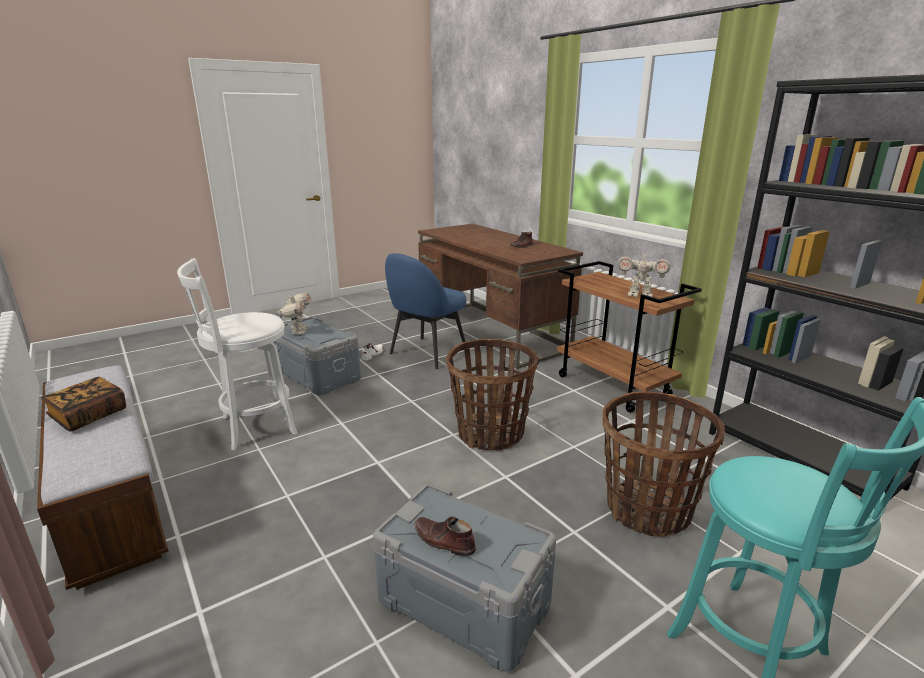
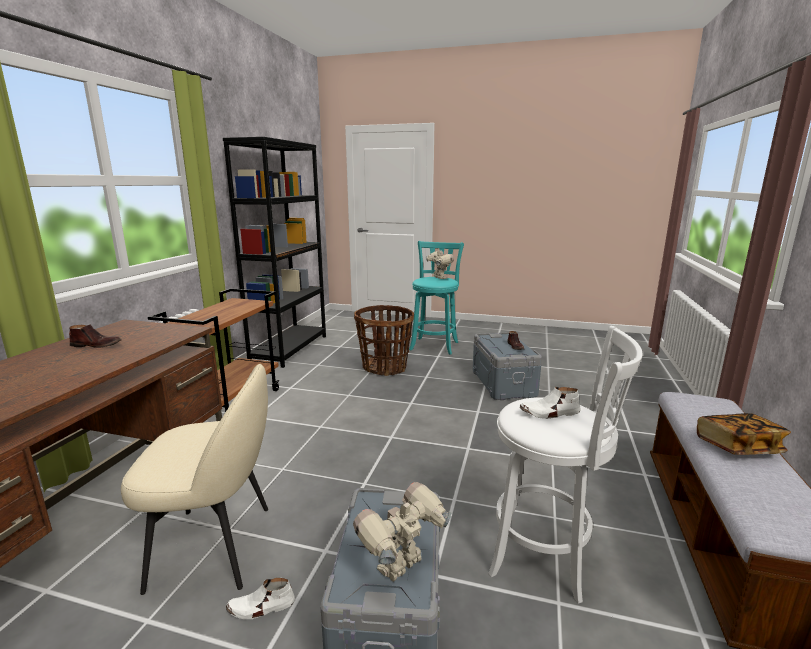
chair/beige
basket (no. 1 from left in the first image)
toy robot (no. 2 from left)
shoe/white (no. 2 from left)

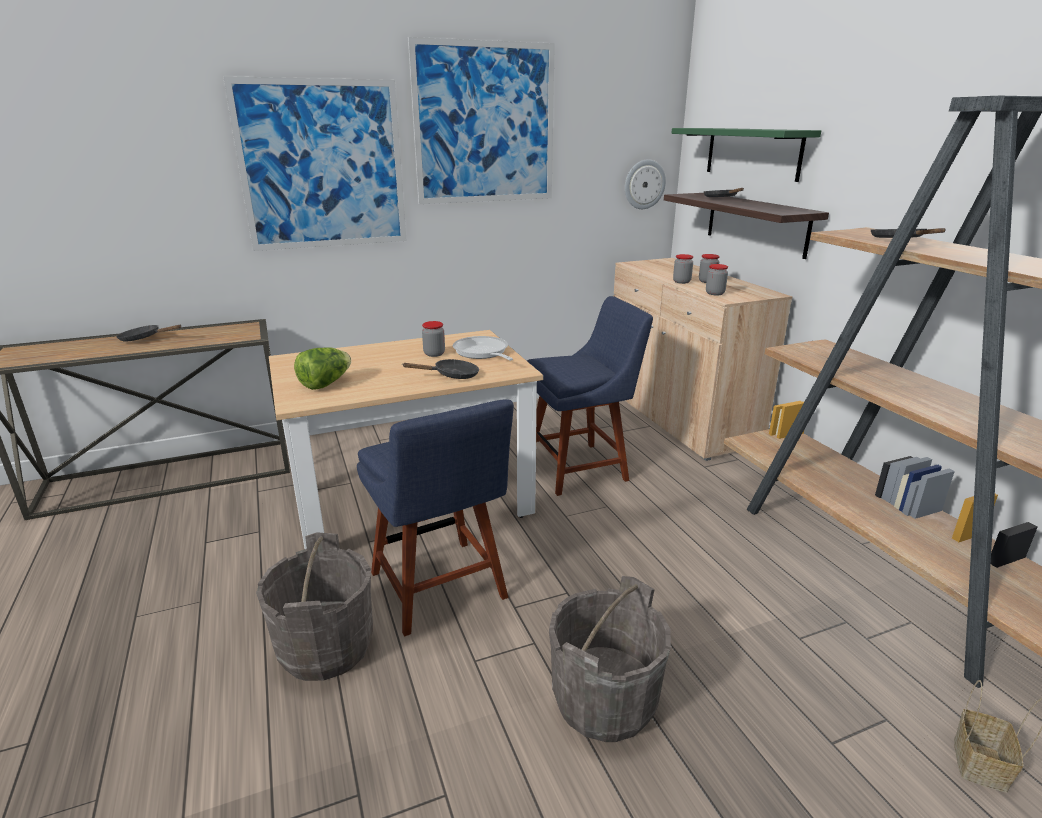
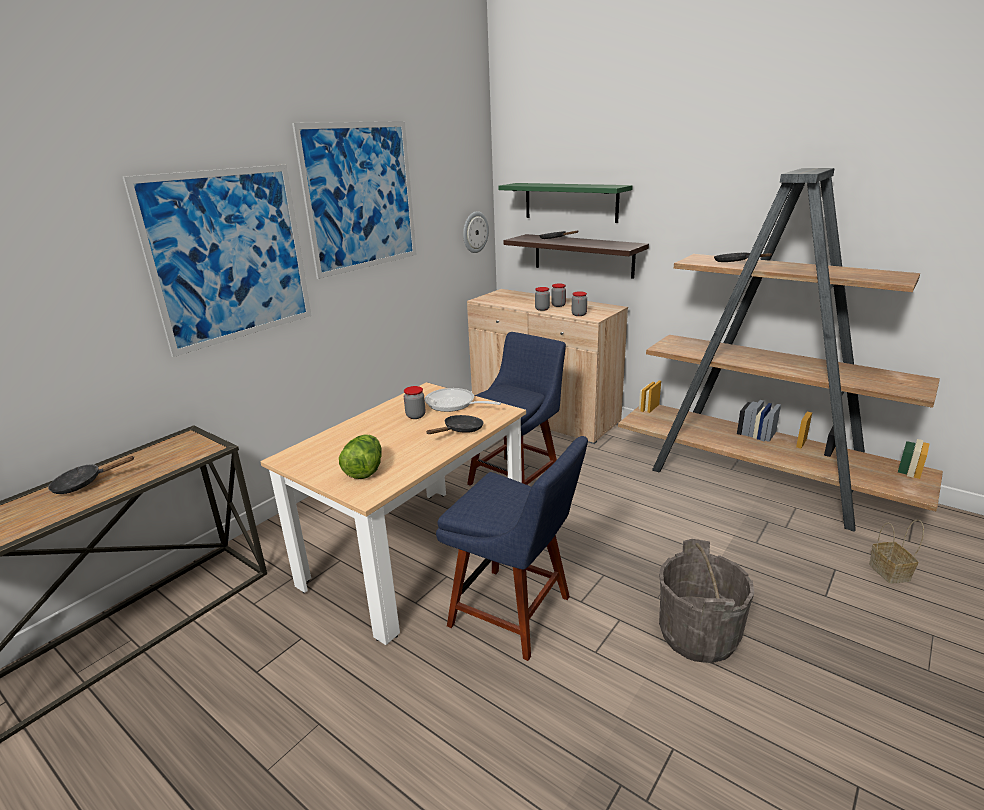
bucket/grey (no. 1 from left in the first image)

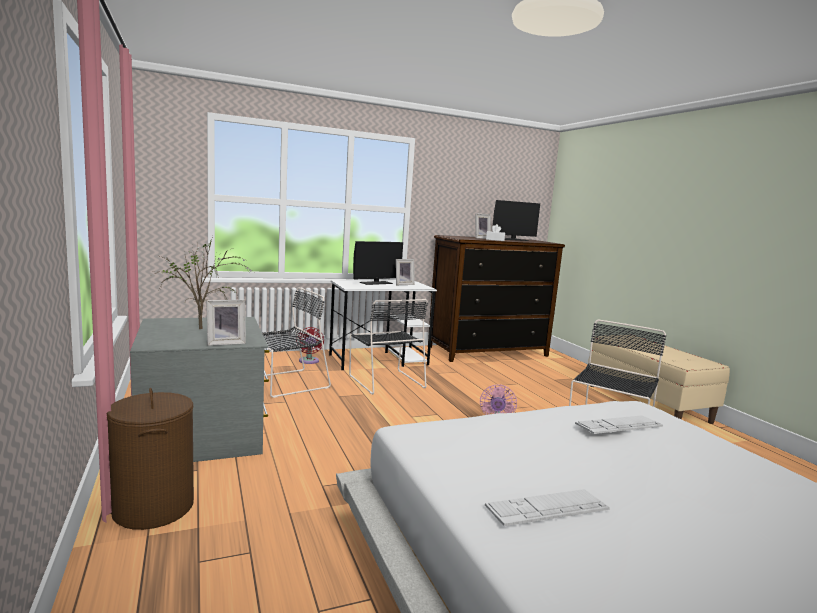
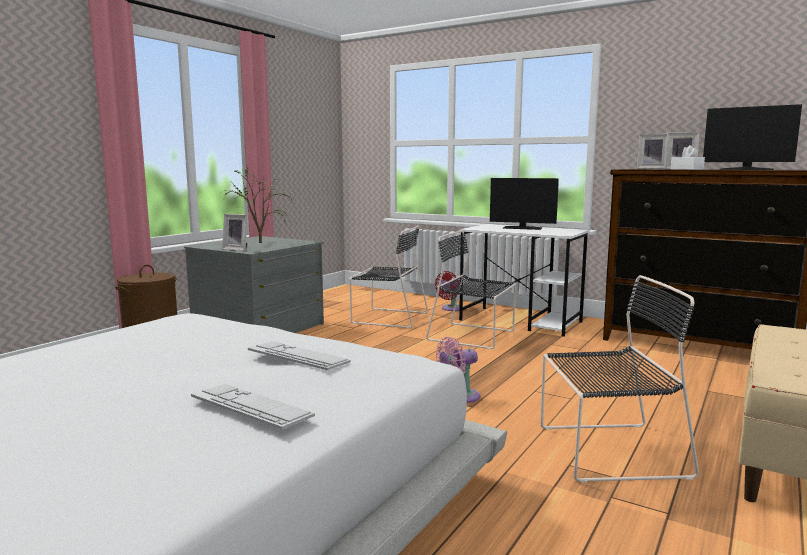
chair/black (no. 2 from left)
picture frame (no. 2 from left)
keyboard (no. 1 from left)

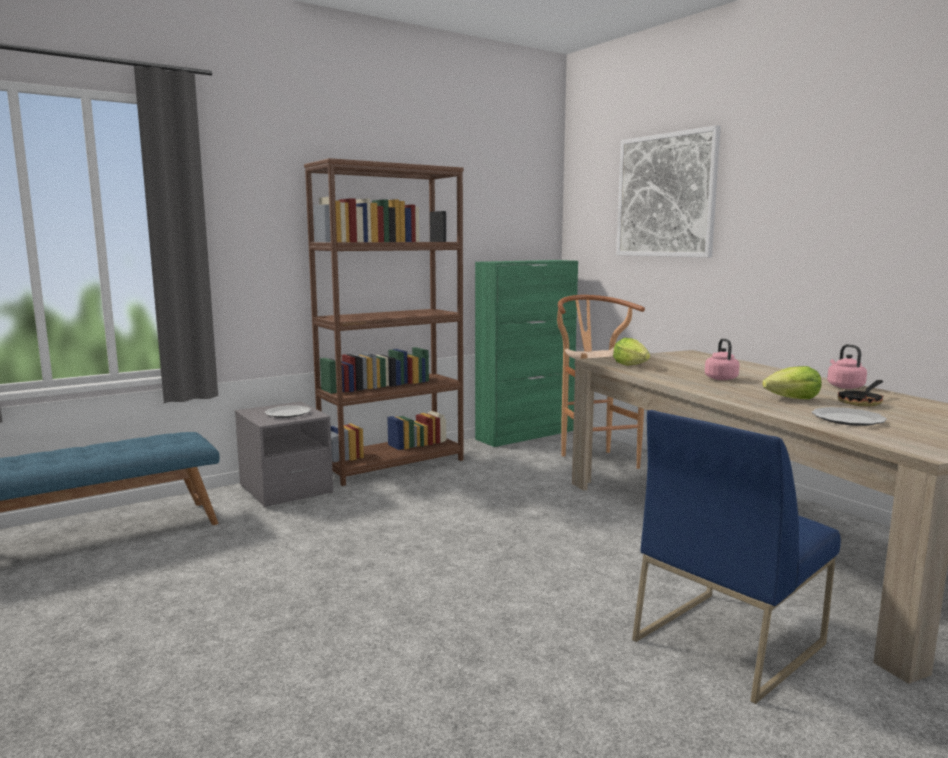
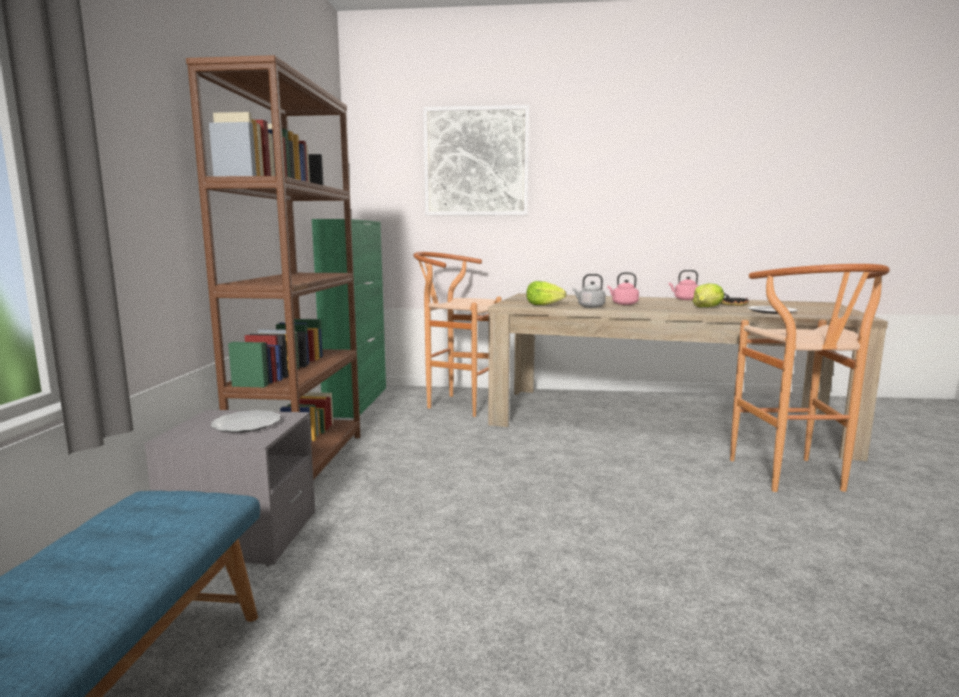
stool/brown (no. 2 from left)
kettle/grey

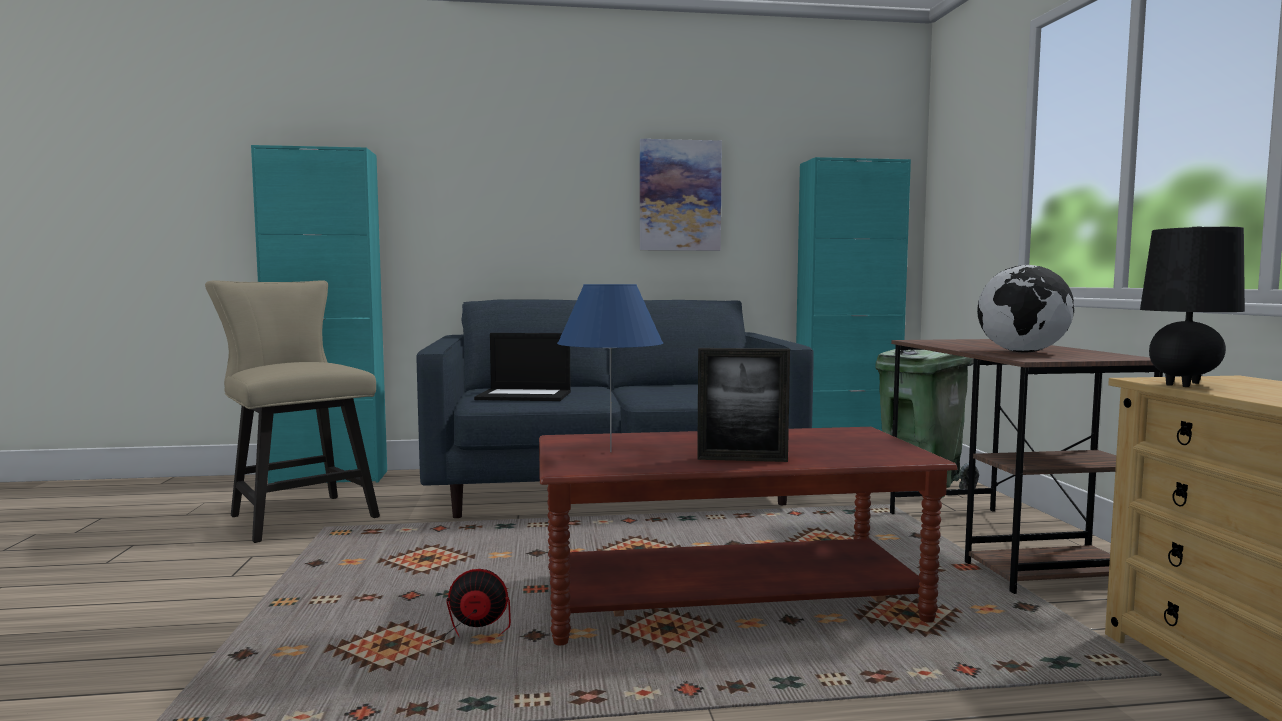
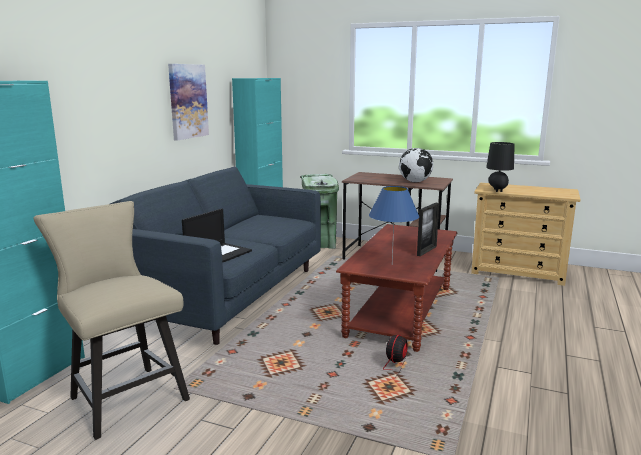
chair/beige

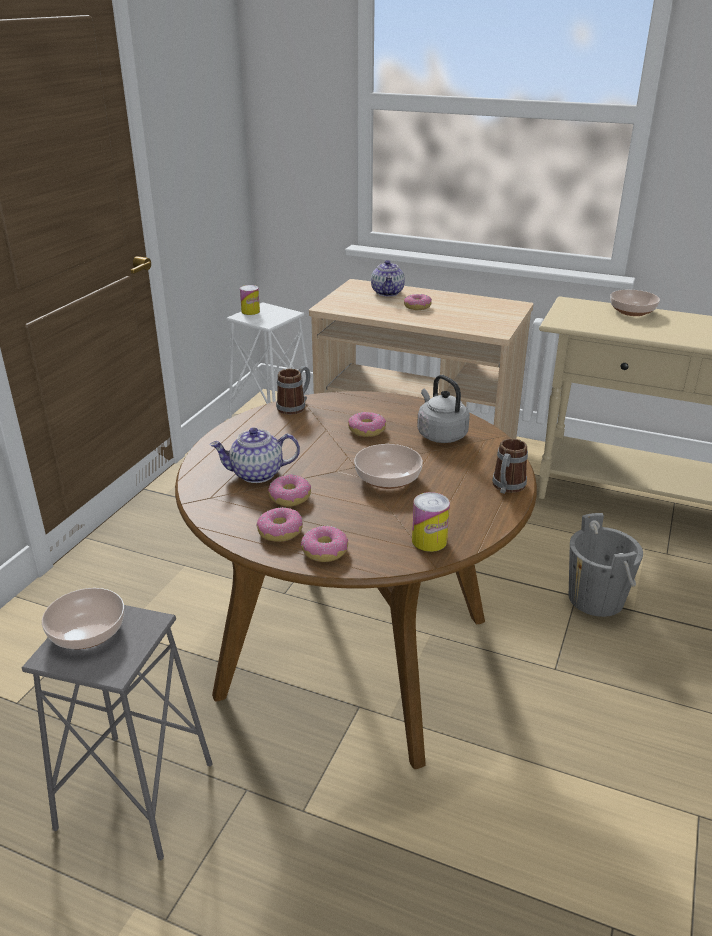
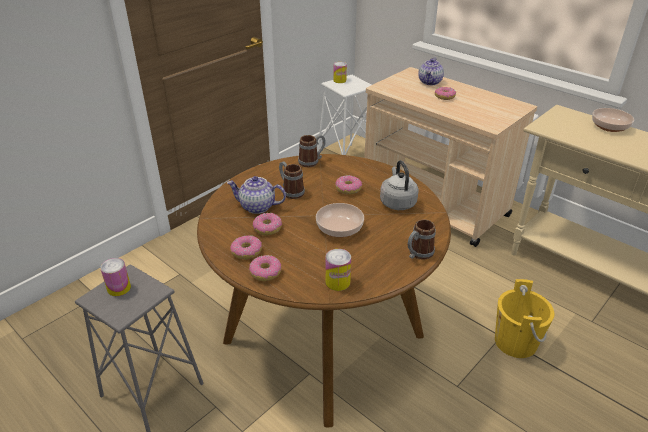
can (no. 1 from left)
bucket/yellow
mug (no. 1 from left)

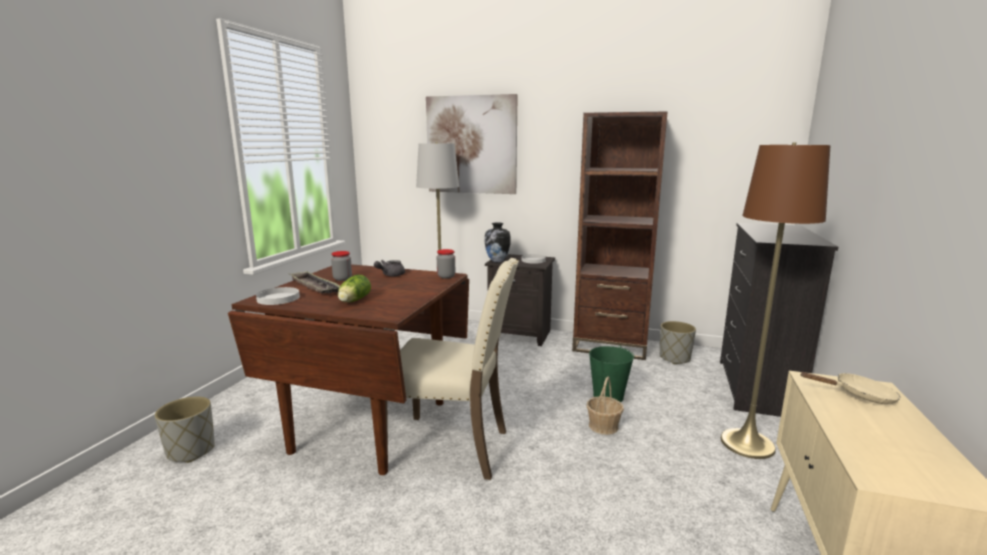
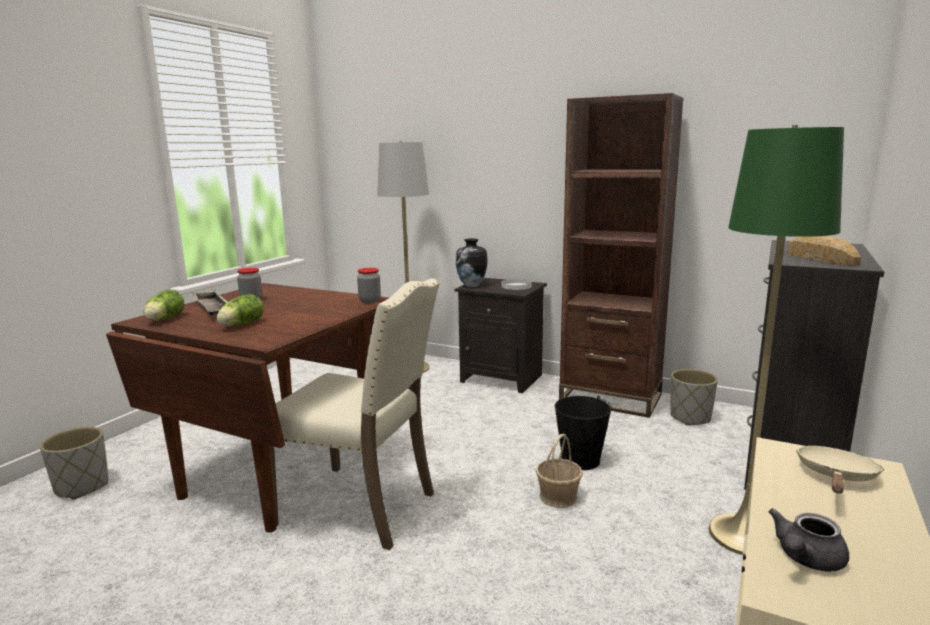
lettuce (no. 1 from left)
teapot/grey
picture
bucket/black
floor lamp/green
frying pan/beige
bread

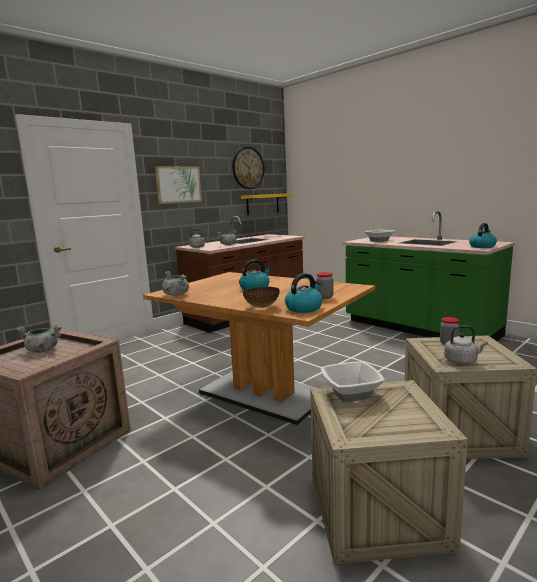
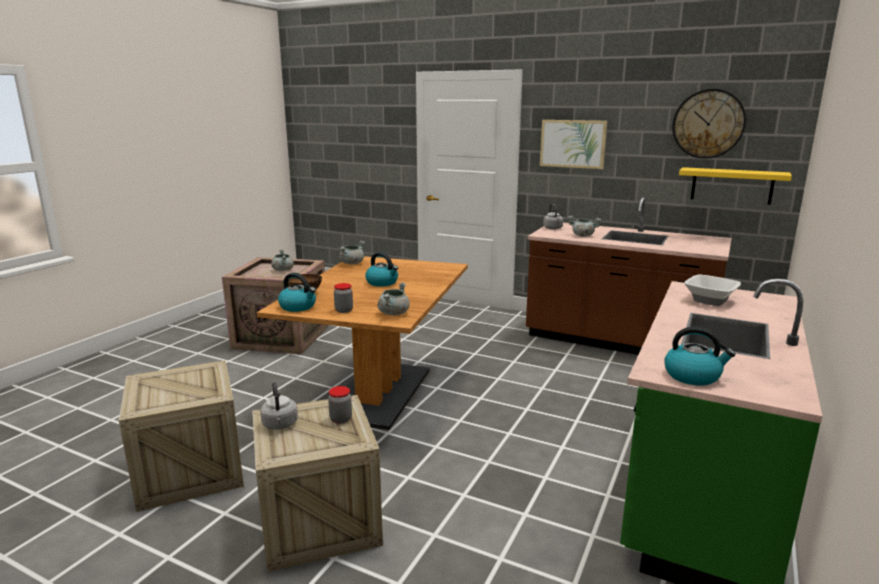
bowl (no. 2 from left in the first image)
cooking pot/grey (no. 3 from left)

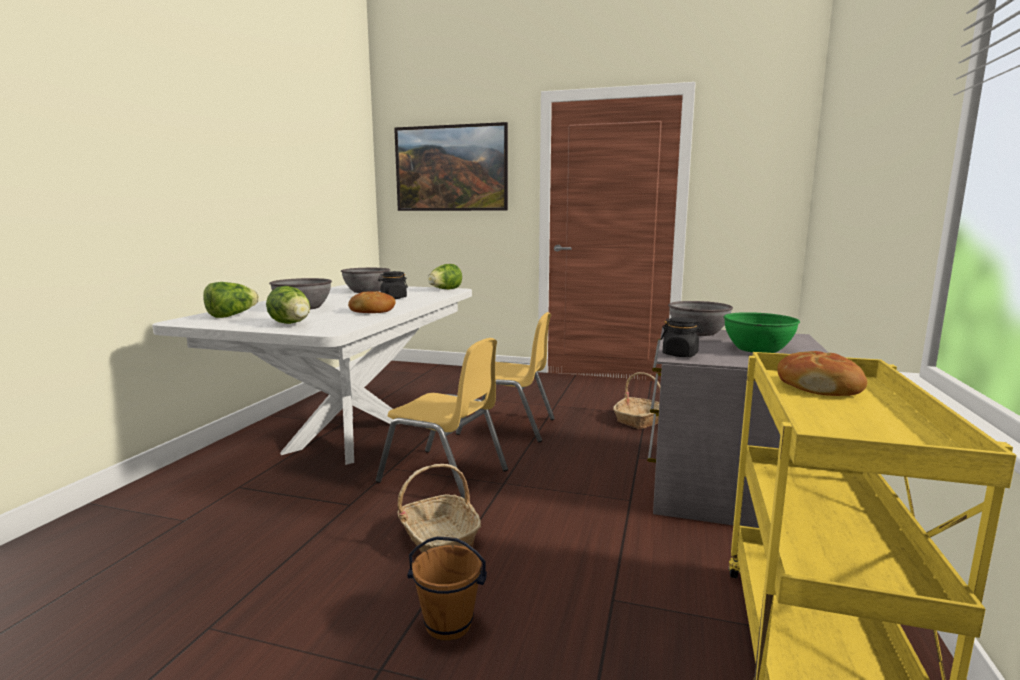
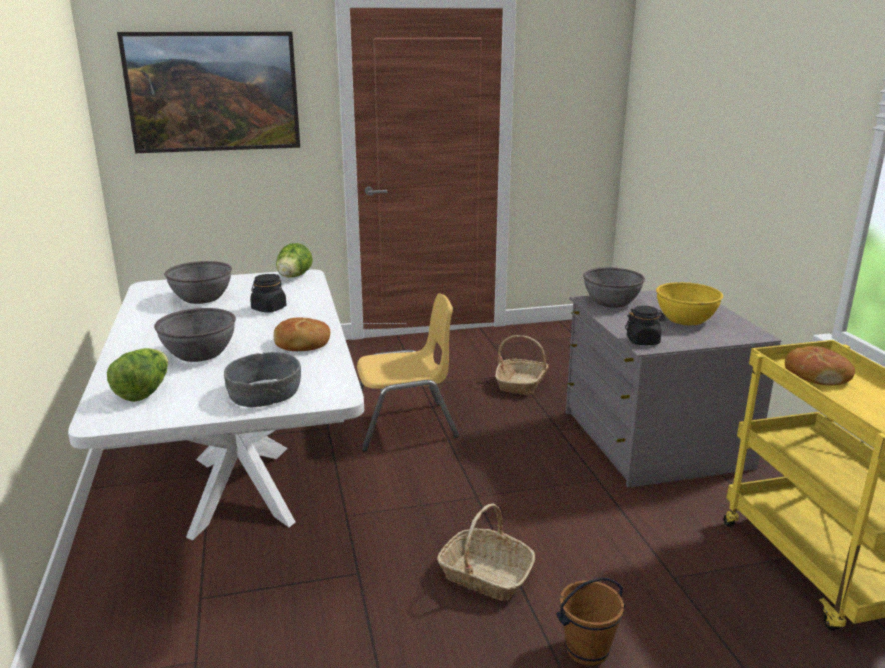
bowl/grey (no. 3 from left)
chair/yellow (no. 1 from left in the first image)
bowl/yellow

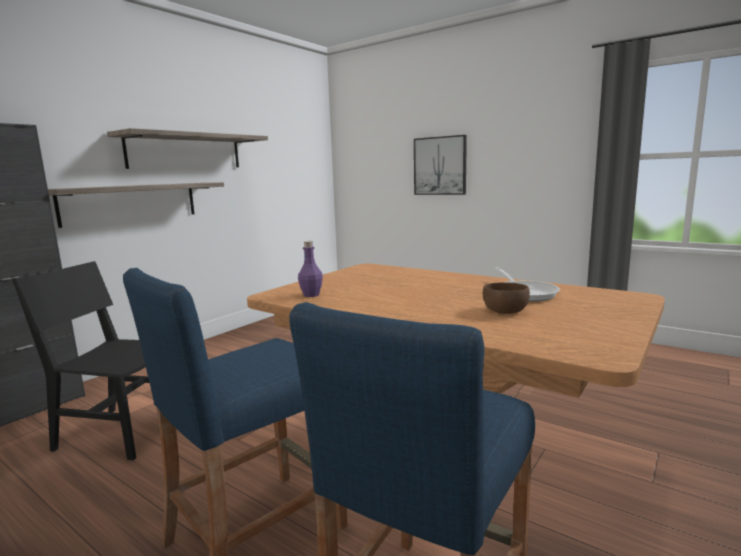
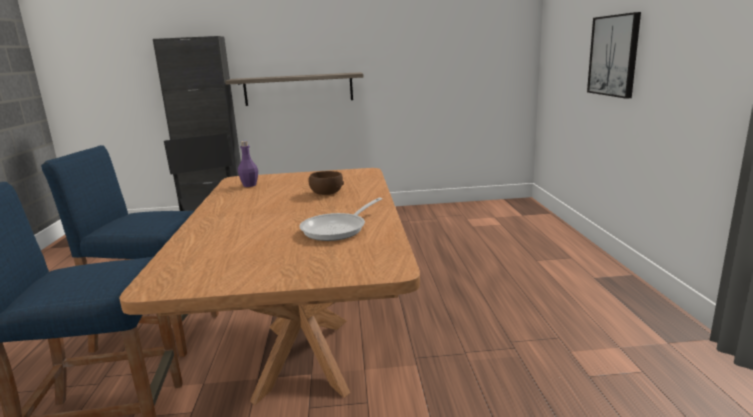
shelf (no. 2 from left in the first image)
bowl/brown

